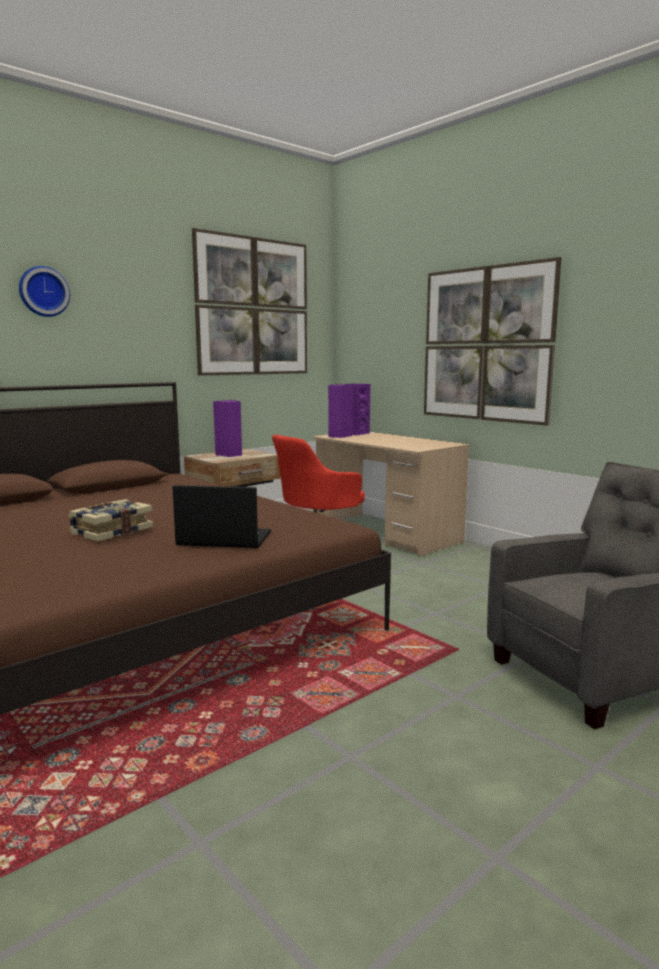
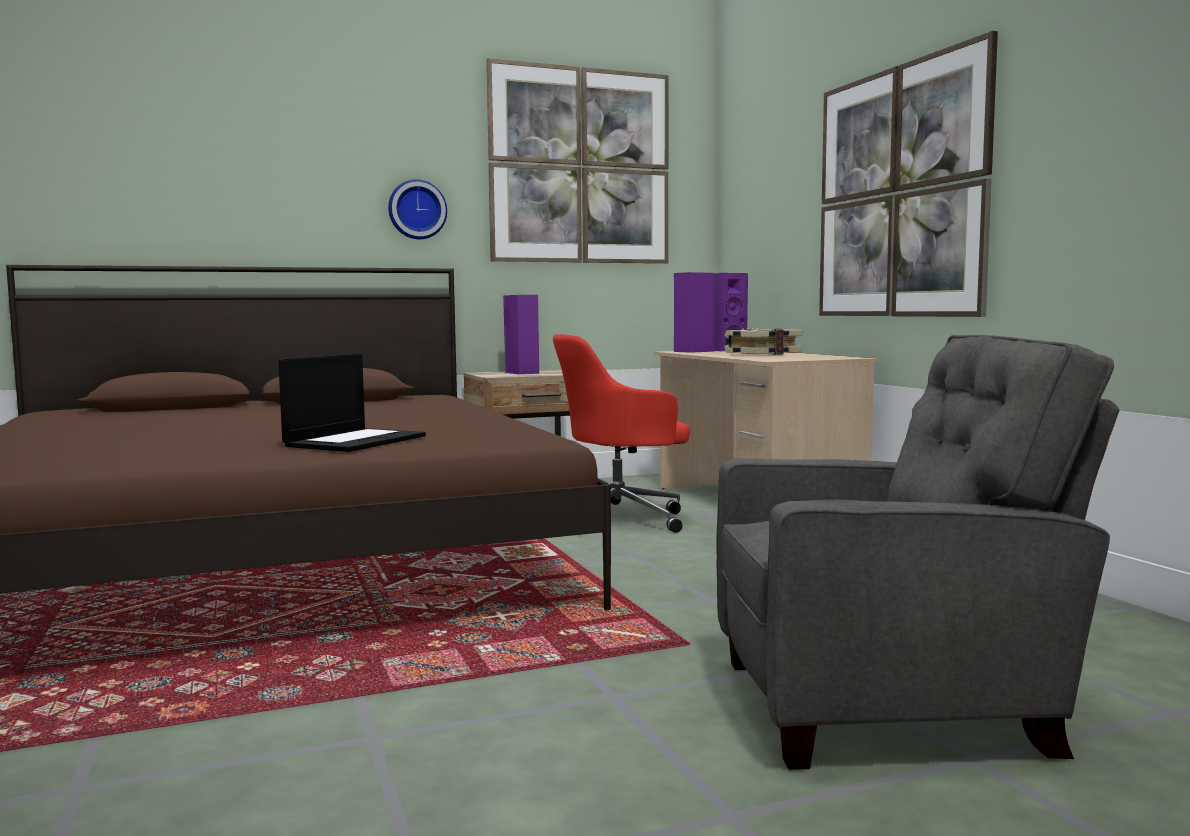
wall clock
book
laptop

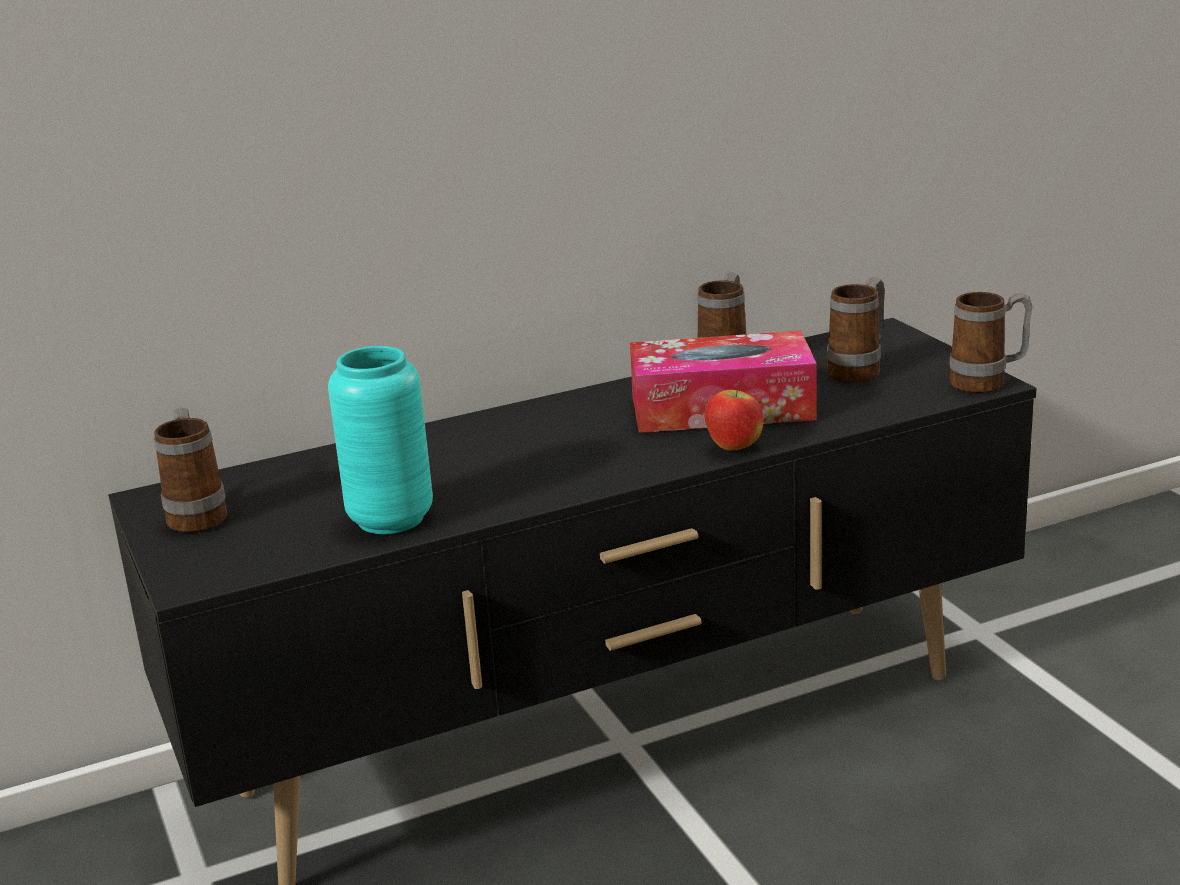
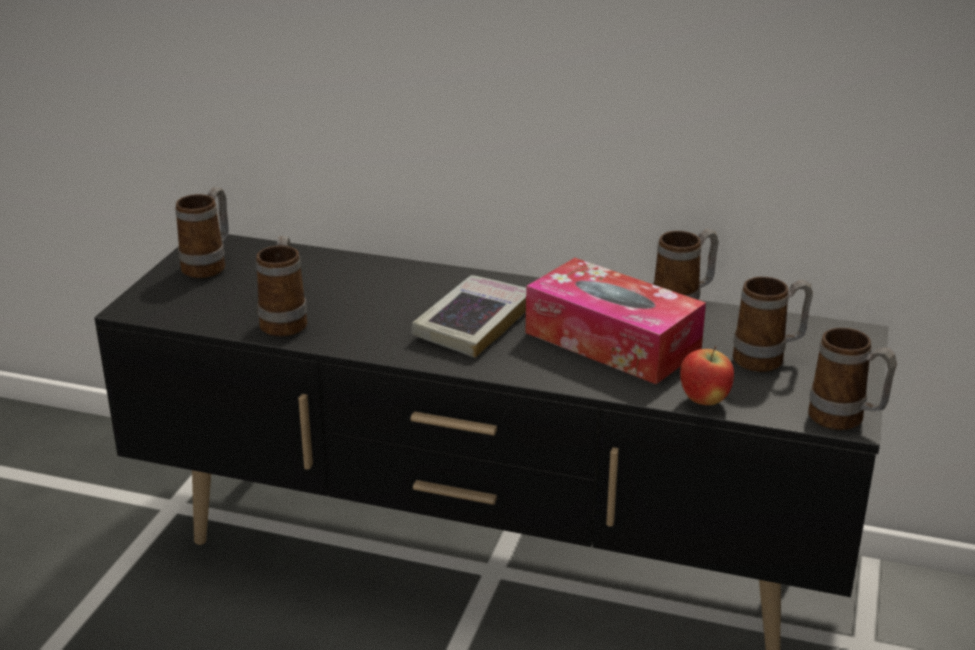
mug (no. 2 from left)
apple
book

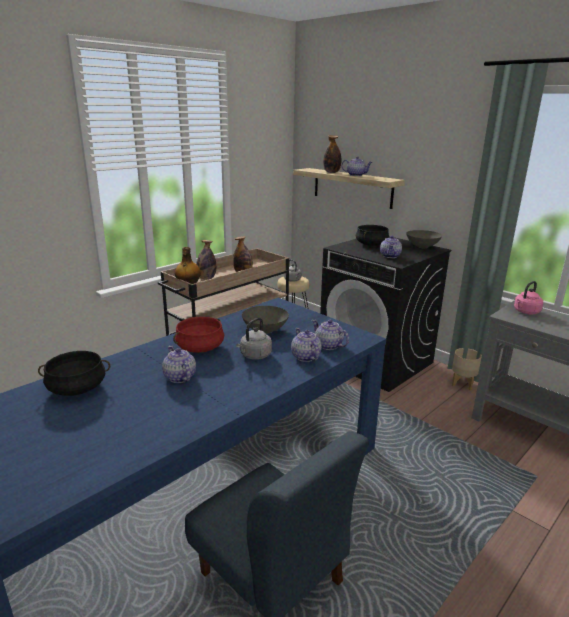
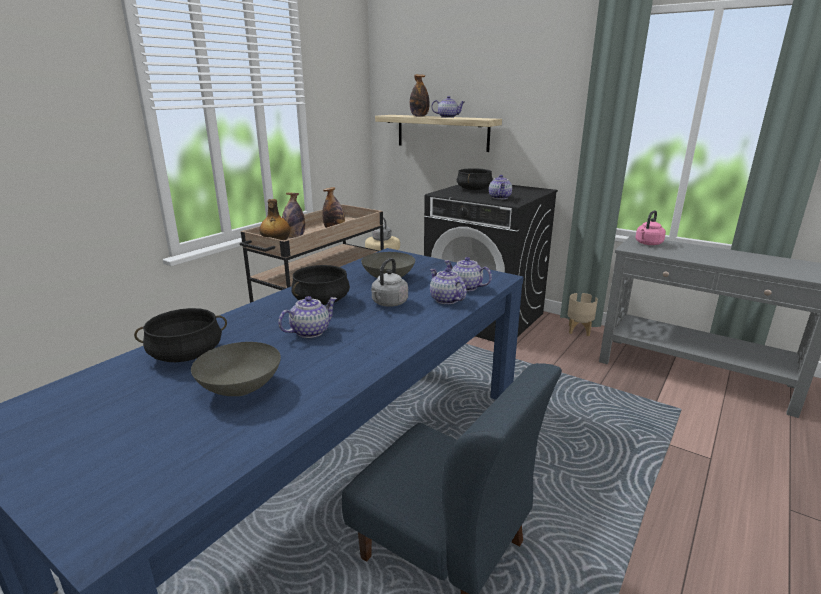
teapot (no. 1 from left)
cooking pot/black (no. 2 from left)
bowl/grey (no. 1 from left)

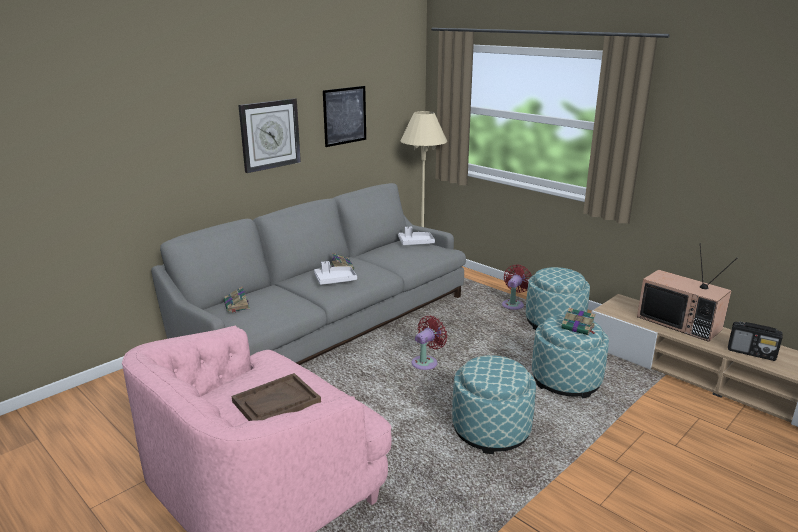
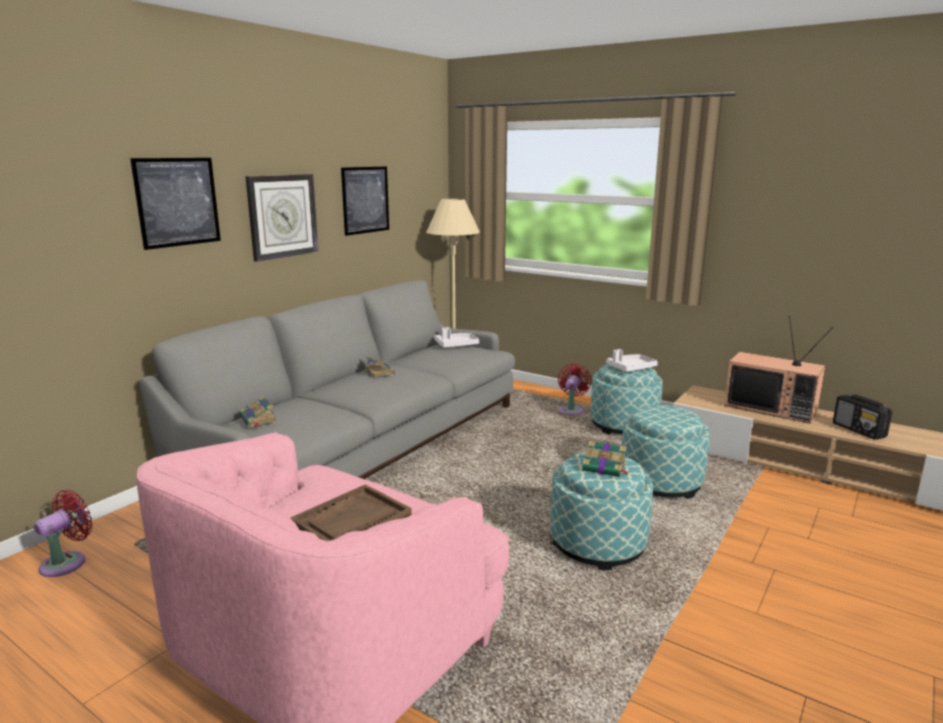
tray/white (no. 2 from left)
fan/red (no. 1 from left)
book (no. 3 from left)
radio
picture (no. 1 from left)

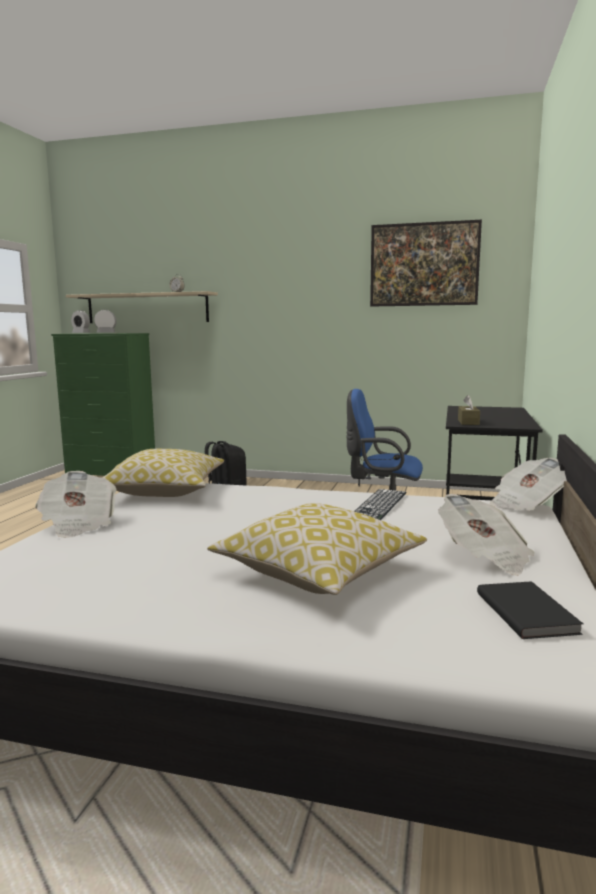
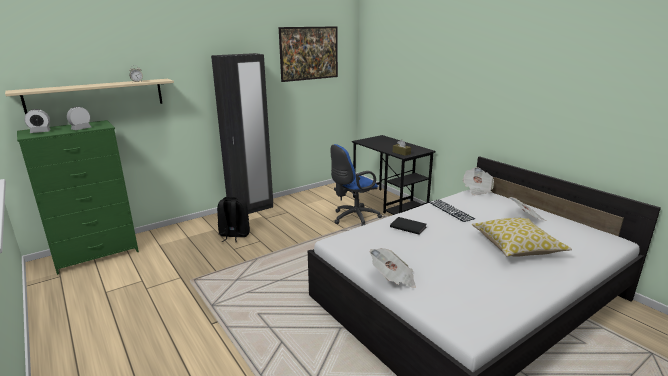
pillow (no. 1 from left in the first image)
book/black
wardrobe/black

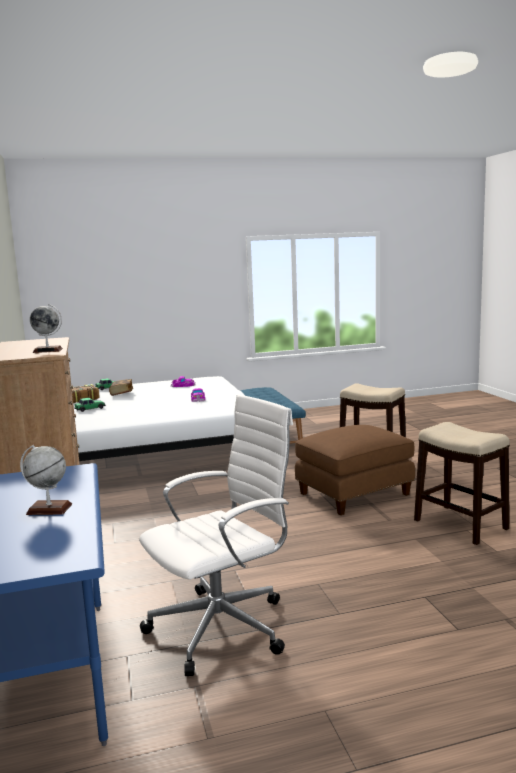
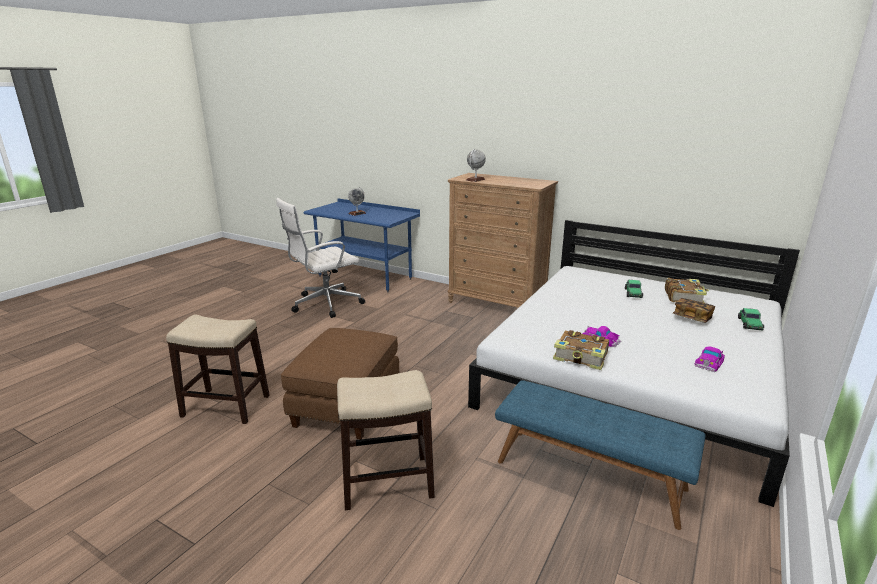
office chair/white
book (no. 1 from left)

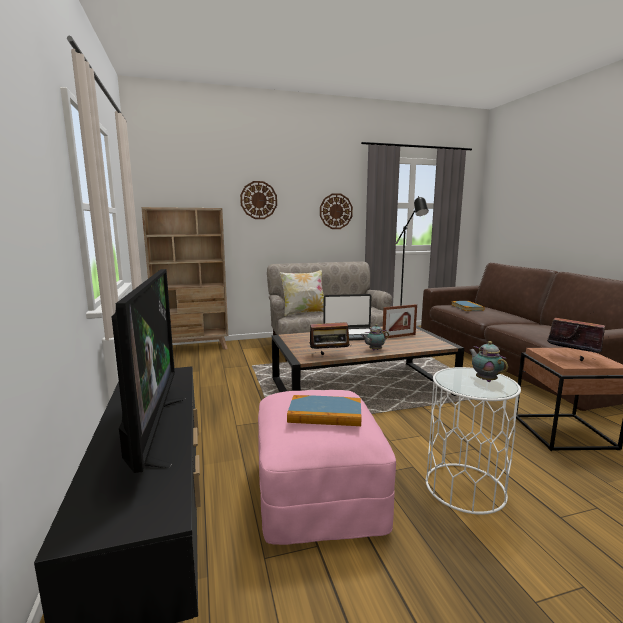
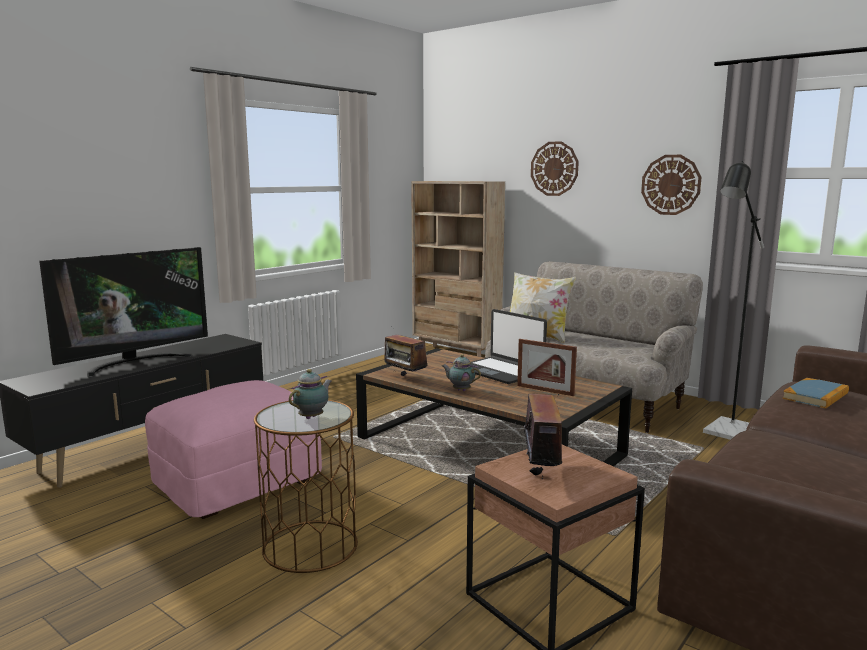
book (no. 1 from left in the first image)
side table/brown (no. 1 from left)

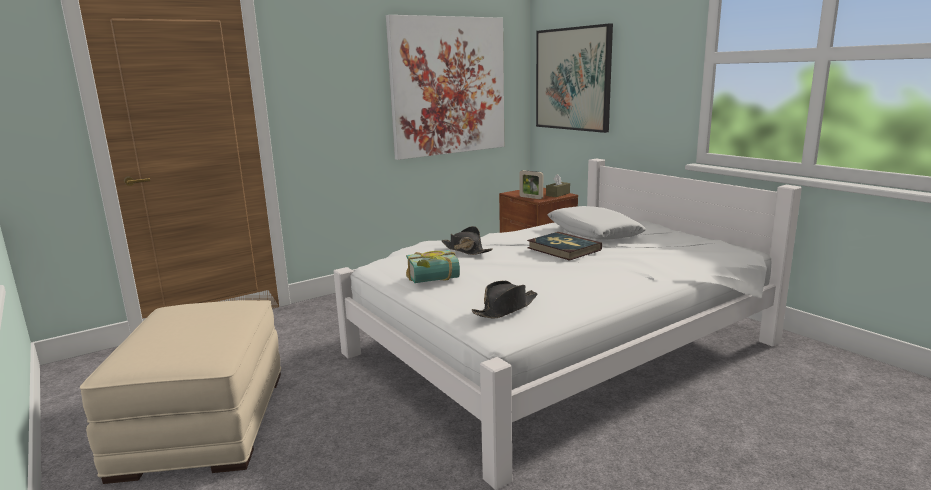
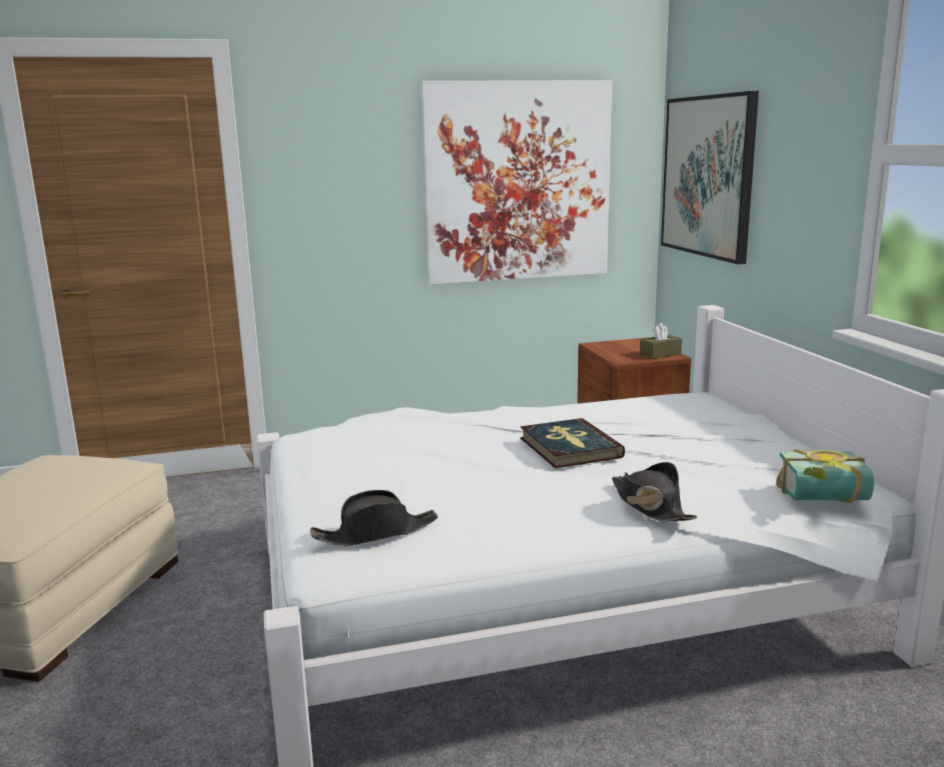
book (no. 2 from left)
hat/black (no. 2 from left)
picture frame
pillow/white

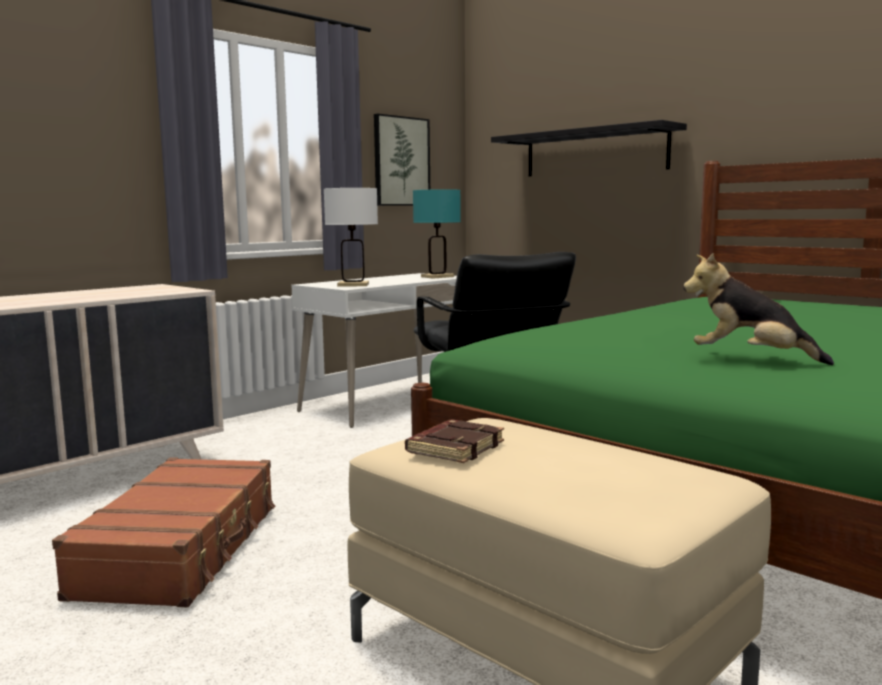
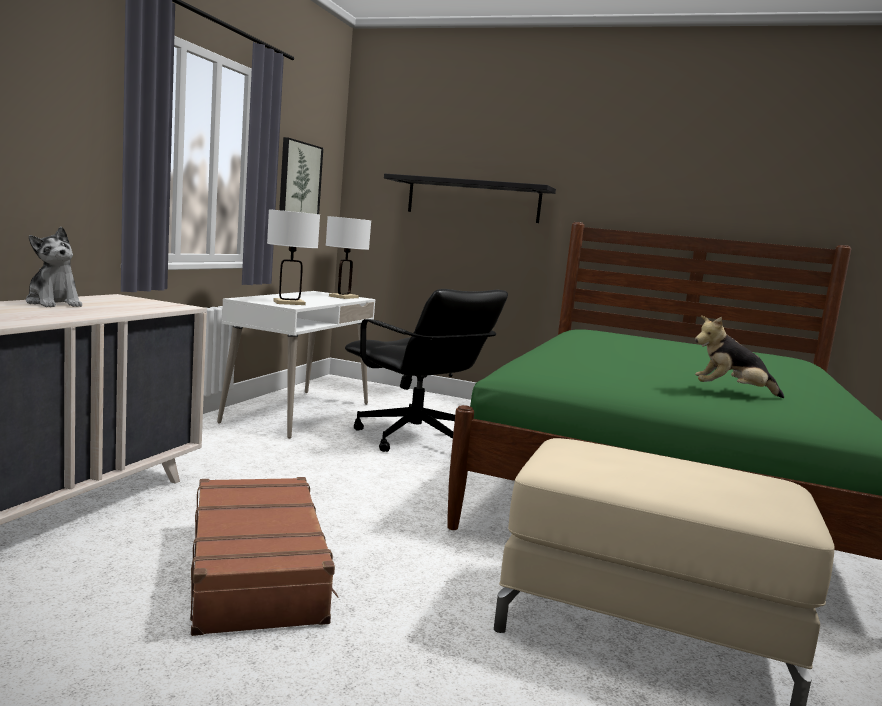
book/brown
table lamp/white (no. 2 from left)
plush toy (no. 1 from left)

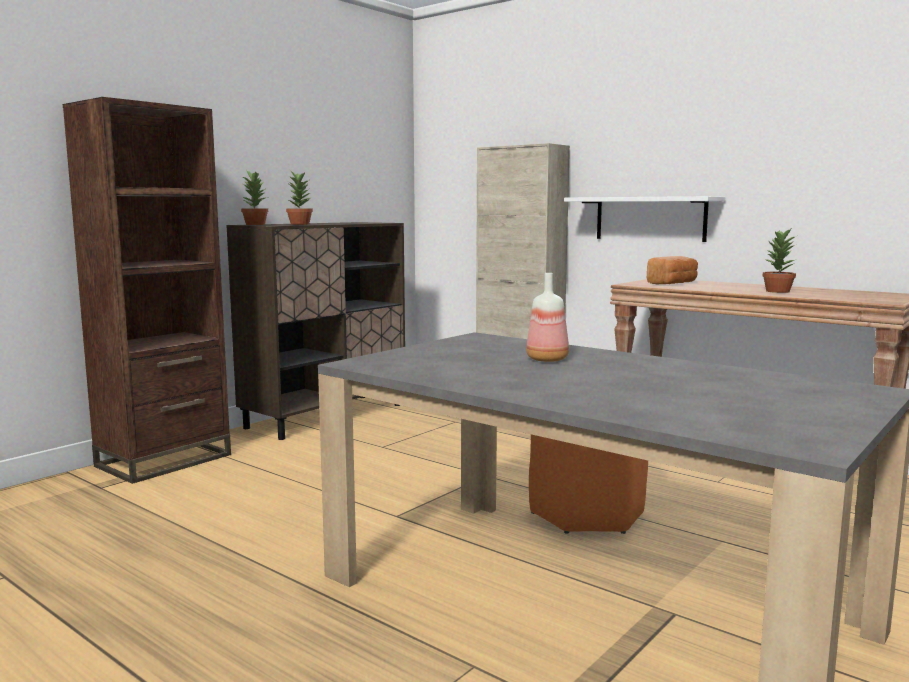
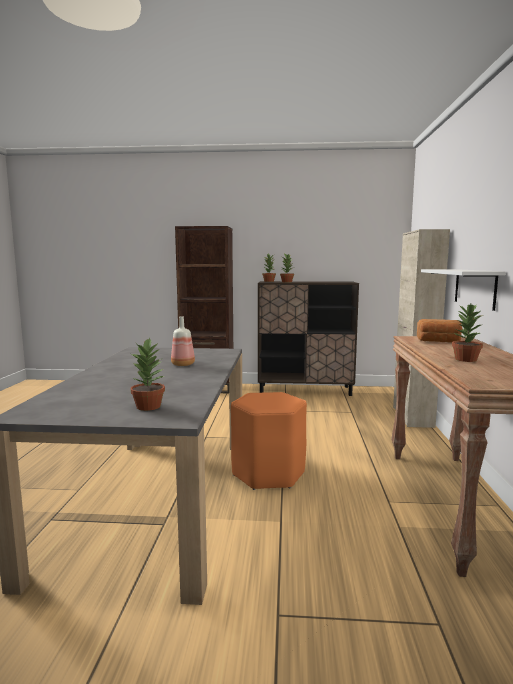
potted plant (no. 1 from left)

